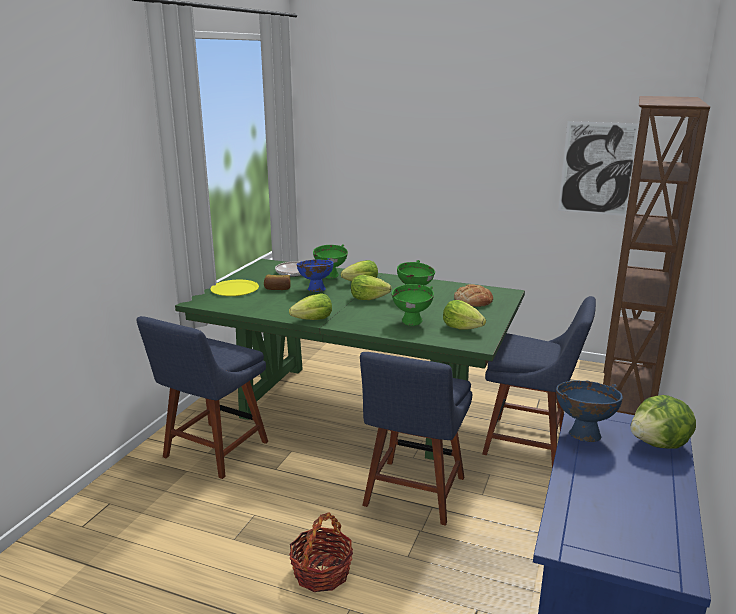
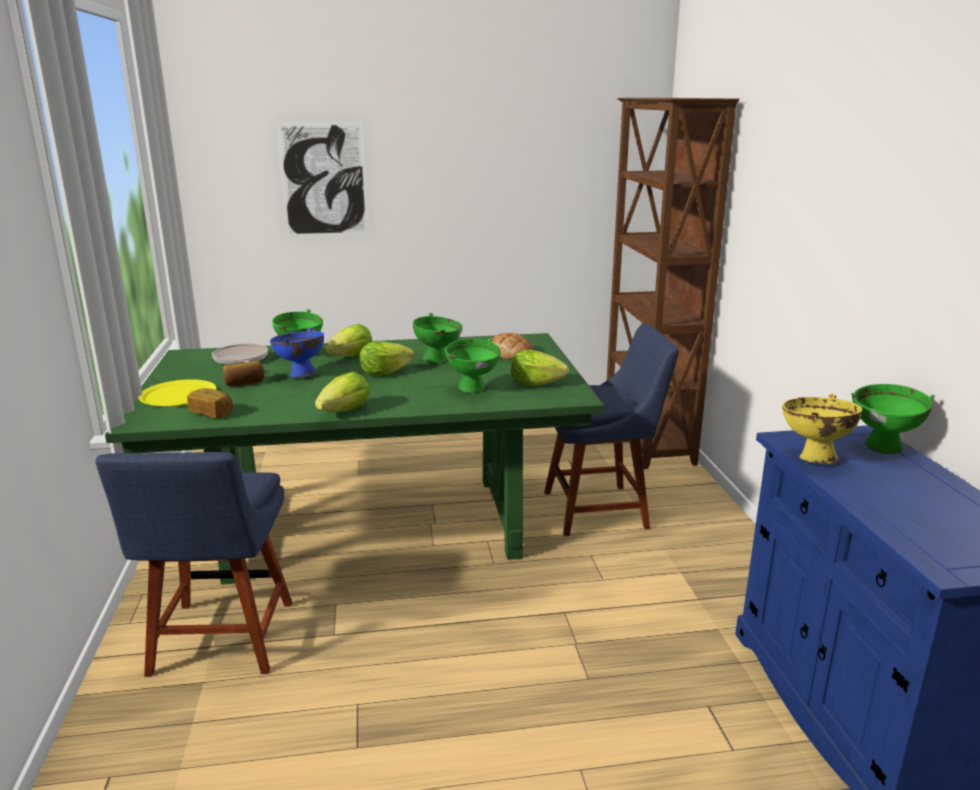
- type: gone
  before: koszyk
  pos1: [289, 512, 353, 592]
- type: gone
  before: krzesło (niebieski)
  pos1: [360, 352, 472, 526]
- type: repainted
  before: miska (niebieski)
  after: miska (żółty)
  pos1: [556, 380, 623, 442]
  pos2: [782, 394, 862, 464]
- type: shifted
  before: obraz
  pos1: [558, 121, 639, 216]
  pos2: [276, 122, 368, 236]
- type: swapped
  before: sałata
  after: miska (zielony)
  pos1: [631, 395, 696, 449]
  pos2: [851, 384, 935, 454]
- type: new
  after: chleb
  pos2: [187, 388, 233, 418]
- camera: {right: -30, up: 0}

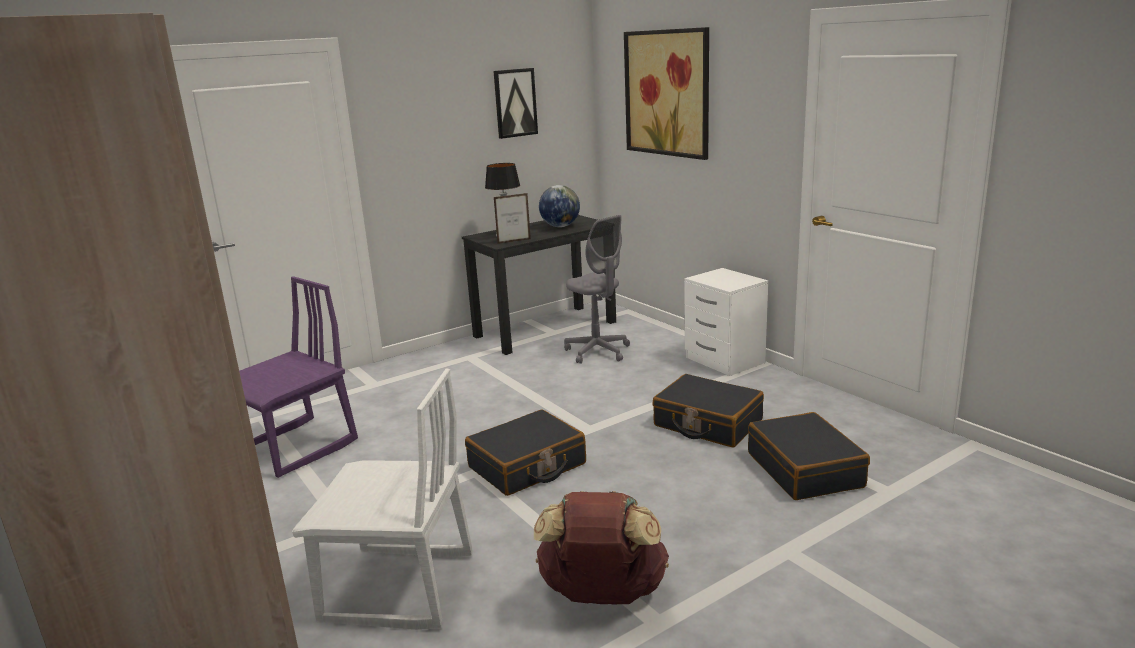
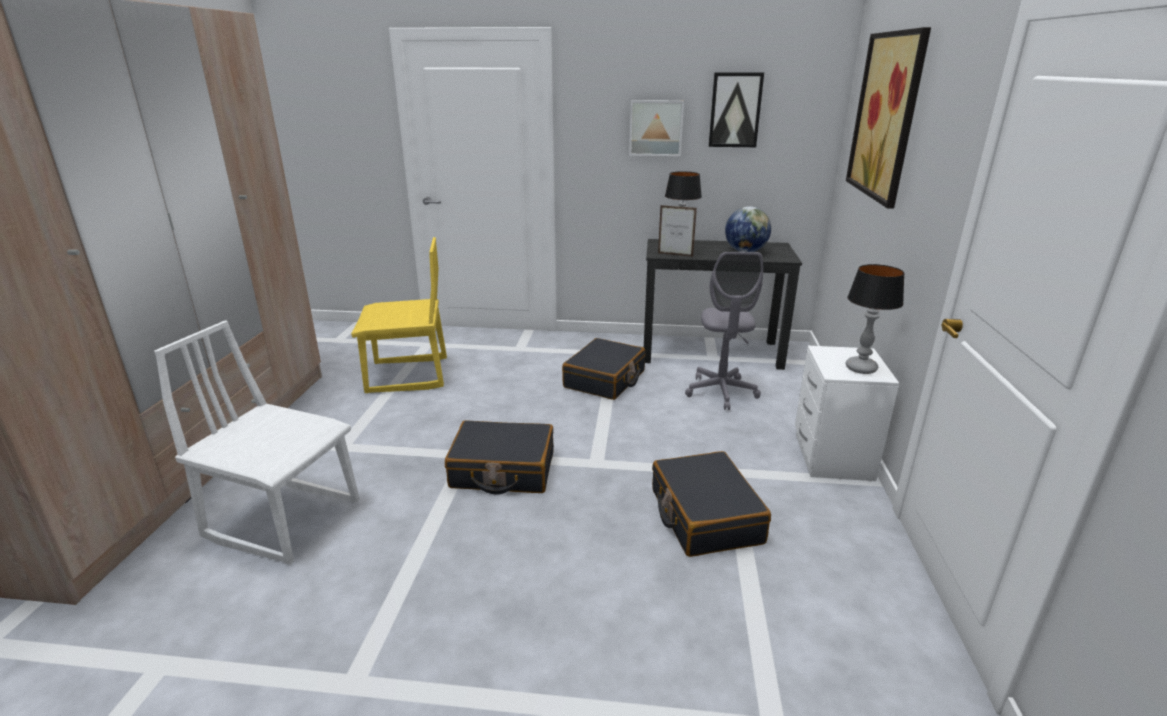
- type: repainted
  before: krzesło (fioletowy)
  after: krzesło (żółty)
  pos1: [239, 276, 358, 478]
  pos2: [351, 237, 447, 393]
- type: rotated
  before: krzesło (biały)
  pos1: [292, 368, 473, 630]
  pos2: [154, 321, 359, 565]
  turn: 150
- type: gone
  before: plecak (brązowy)
  pos1: [534, 491, 669, 604]
- type: shifted
  before: walizka (czarny)
  pos1: [748, 412, 870, 500]
  pos2: [562, 338, 645, 400]
- type: new
  after: obraz
  pos2: [629, 100, 684, 156]
- type: new
  after: lampa stołowa
  pos2: [846, 264, 904, 374]
- camera: {right: 40, up: 5}

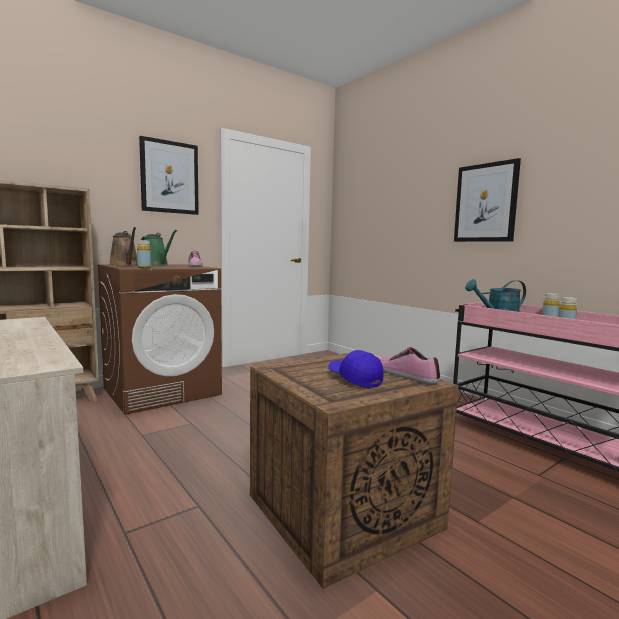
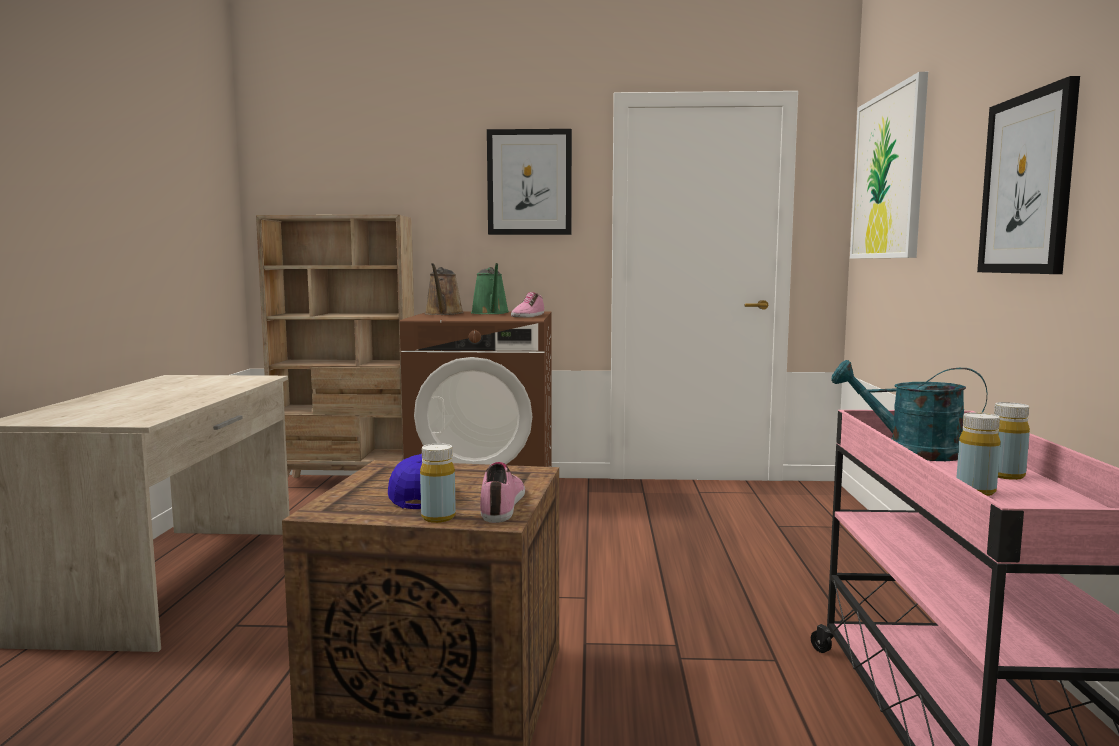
- type: shifted
  before: butelka (żółty)
  pos1: [137, 240, 151, 268]
  pos2: [420, 443, 456, 523]
- type: new
  after: obraz
  pos2: [850, 72, 928, 259]
- camera: {right: 40, up: 0}

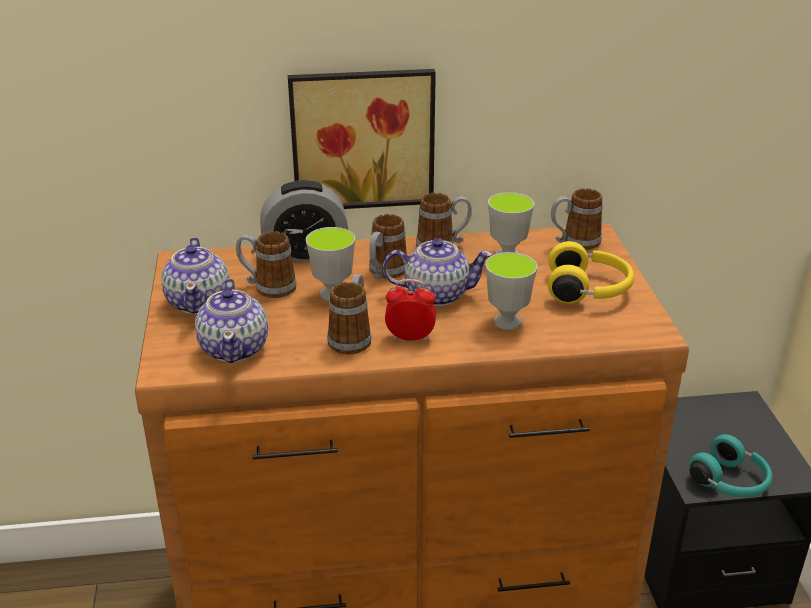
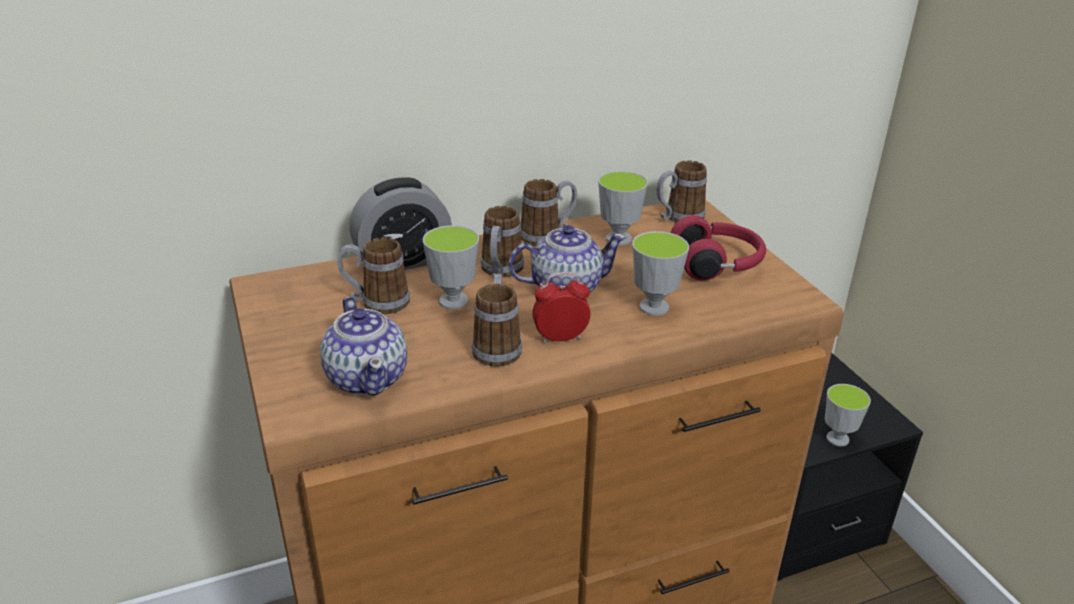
- type: gone
  before: imbryk
  pos1: [161, 237, 229, 314]
- type: gone
  before: obraz
  pos1: [288, 69, 436, 209]
- type: repainted
  before: słuchawki (żółty)
  after: słuchawki (czerwony)
  pos1: [548, 241, 634, 304]
  pos2: [671, 215, 766, 281]
- type: swapped
  before: słuchawki (turkusowy)
  after: filiżanka
  pos1: [689, 434, 773, 497]
  pos2: [825, 384, 871, 446]
- camera: {right: -15, up: 0}

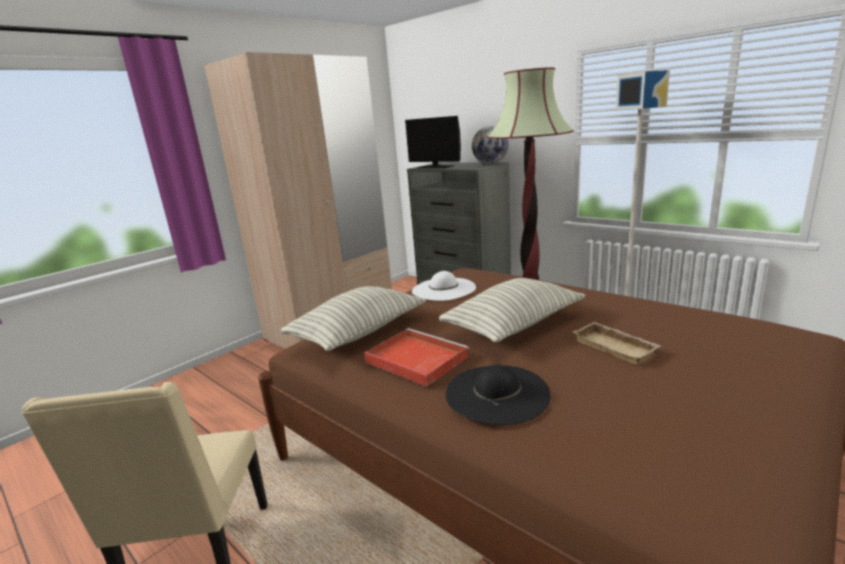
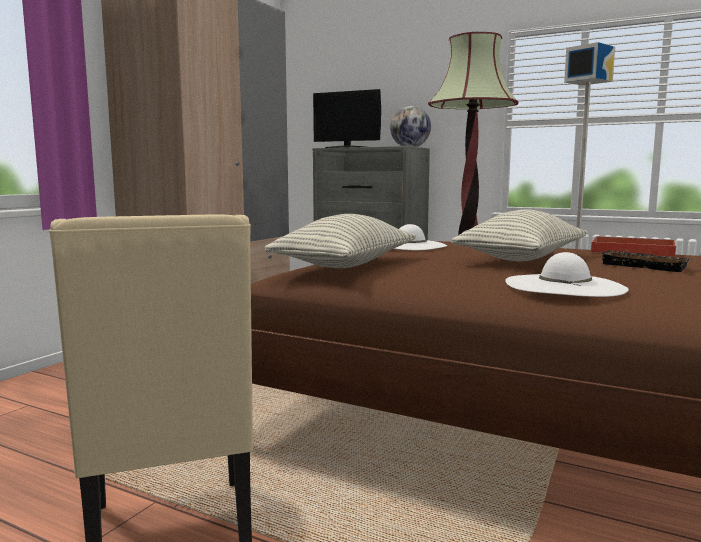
- type: shifted
  before: taca (czerwony)
  pos1: [364, 328, 469, 387]
  pos2: [591, 236, 676, 257]
- type: repainted
  before: kapelusz (czarny)
  after: kapelusz (biały)
  pos1: [446, 364, 550, 425]
  pos2: [505, 252, 629, 297]
- type: repainted
  before: taca (beżowy)
  after: taca (czarny)
  pos1: [573, 322, 661, 365]
  pos2: [601, 250, 692, 272]
- camera: {right: -15, up: -10}

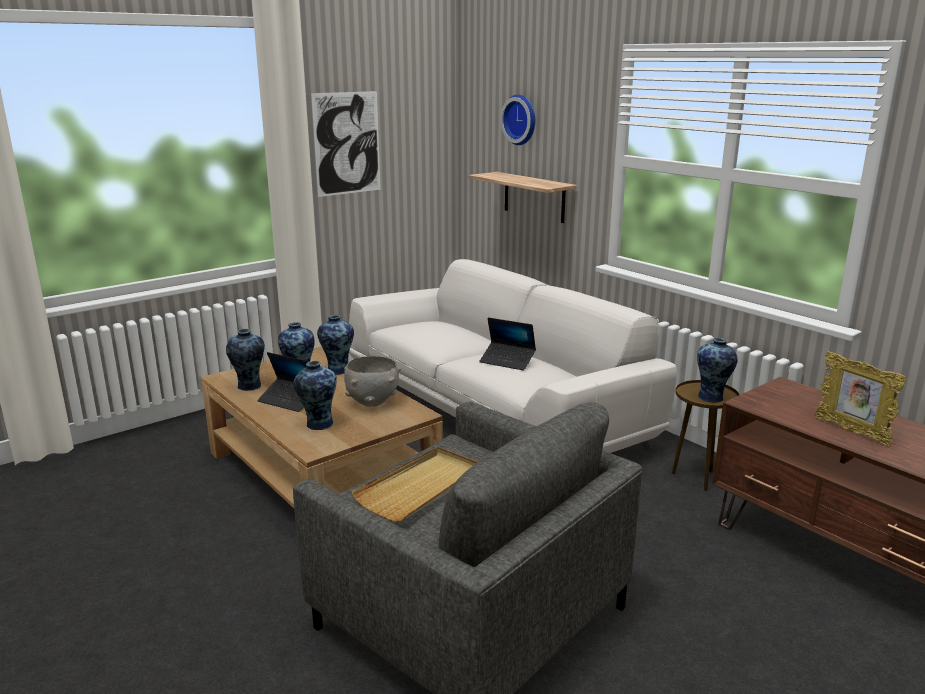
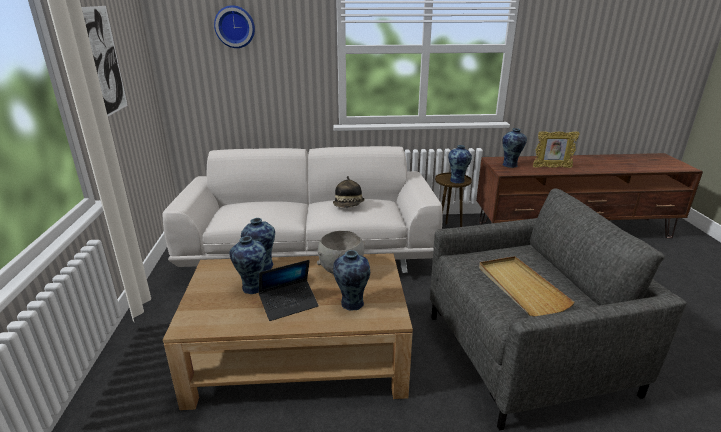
- type: shifted
  before: wazon
  pos1: [226, 329, 265, 391]
  pos2: [502, 128, 527, 168]
- type: gone
  before: półka
  pos1: [468, 172, 577, 223]
- type: swapped
  before: laptop
  after: kapelusz
  pos1: [479, 317, 536, 371]
  pos2: [333, 176, 365, 207]
- camera: {right: -55, up: 5}

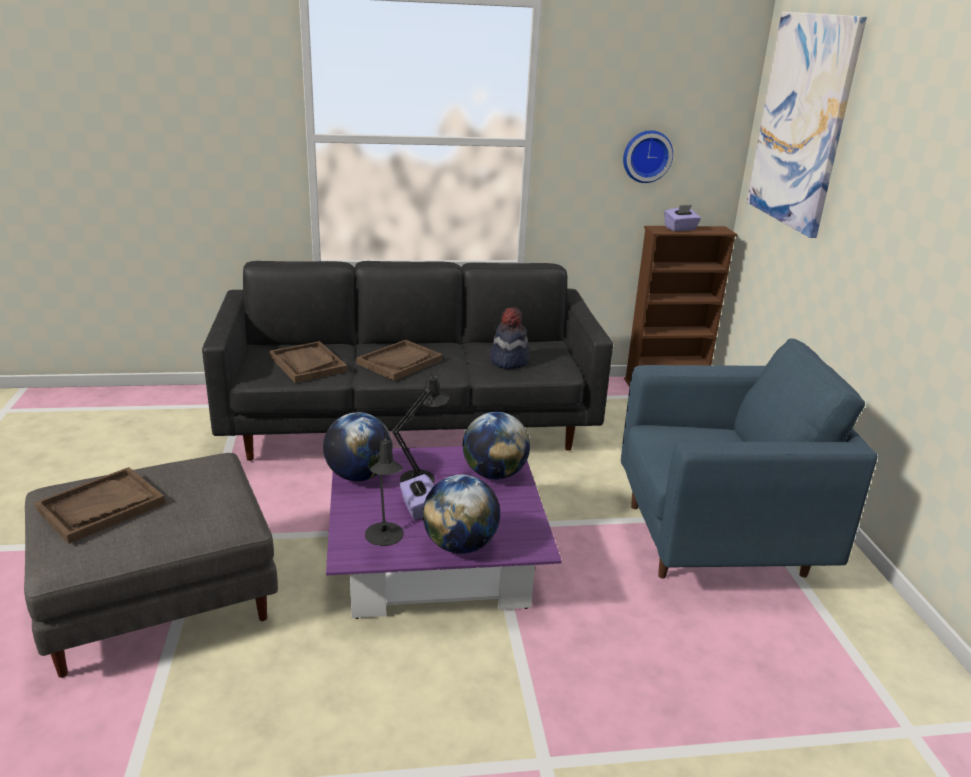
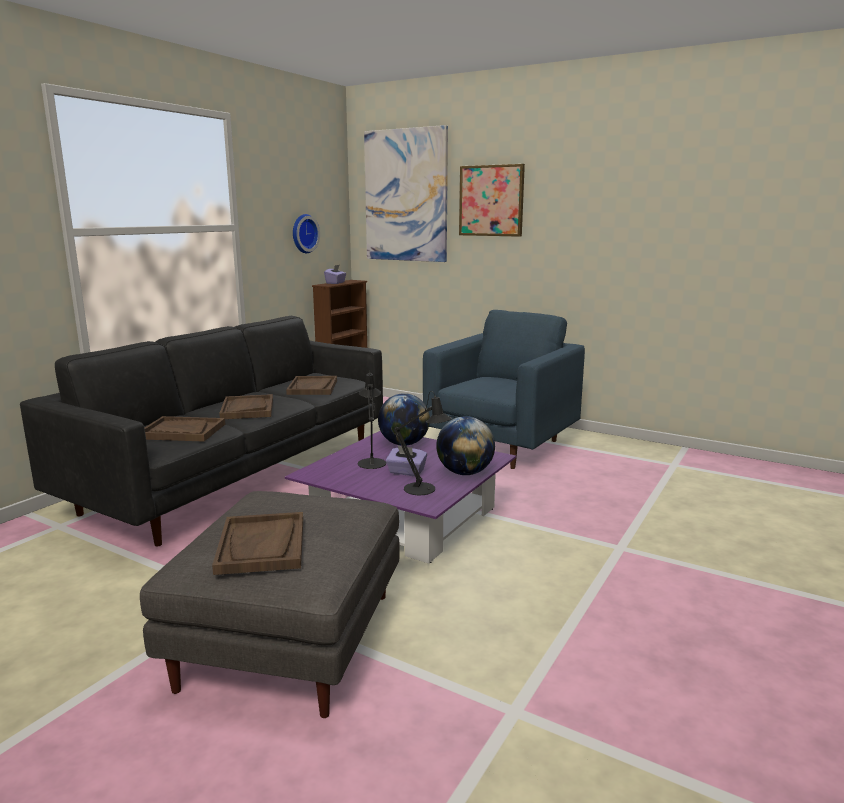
- type: gone
  before: globus
  pos1: [323, 412, 393, 481]
- type: swapped
  before: kapelusz
  after: taca (brązowy)
  pos1: [490, 307, 530, 369]
  pos2: [286, 376, 337, 395]
- type: new
  after: obraz
  pos2: [459, 164, 525, 237]
- camera: {right: -50, up: -10}

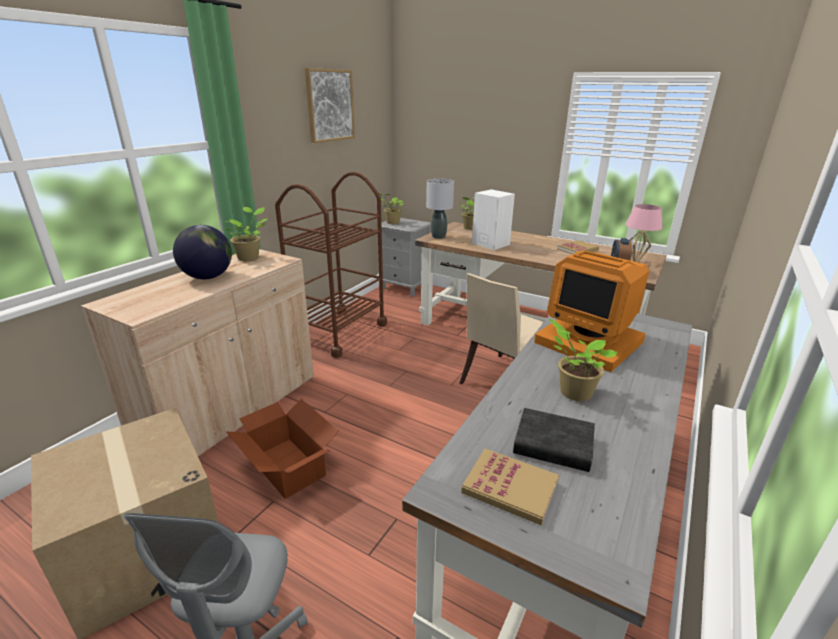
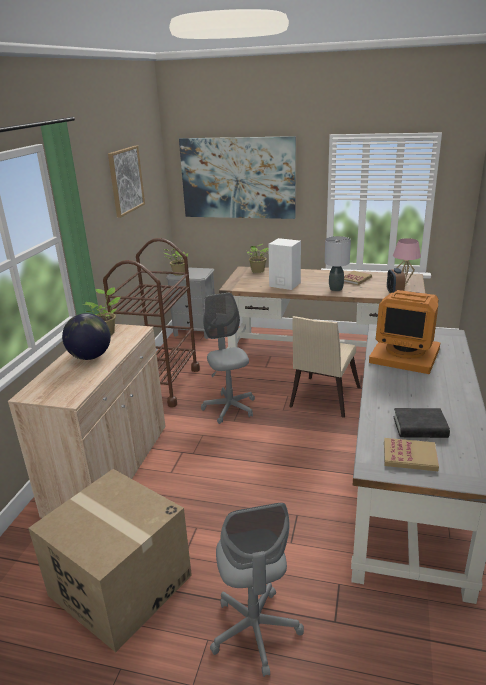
- type: gone
  before: karton
  pos1: [226, 399, 339, 499]
- type: shifted
  before: lampa stołowa (szary)
  pos1: [426, 179, 454, 239]
  pos2: [325, 236, 351, 291]
- type: gone
  before: roślina doniczkowa
  pos1: [549, 319, 618, 401]
- type: new
  after: obraz
  pos2: [179, 136, 296, 219]
- type: new
  after: krzesło biurowe (szary)
  pos2: [201, 292, 255, 424]
- camera: {right: -15, up: 0}

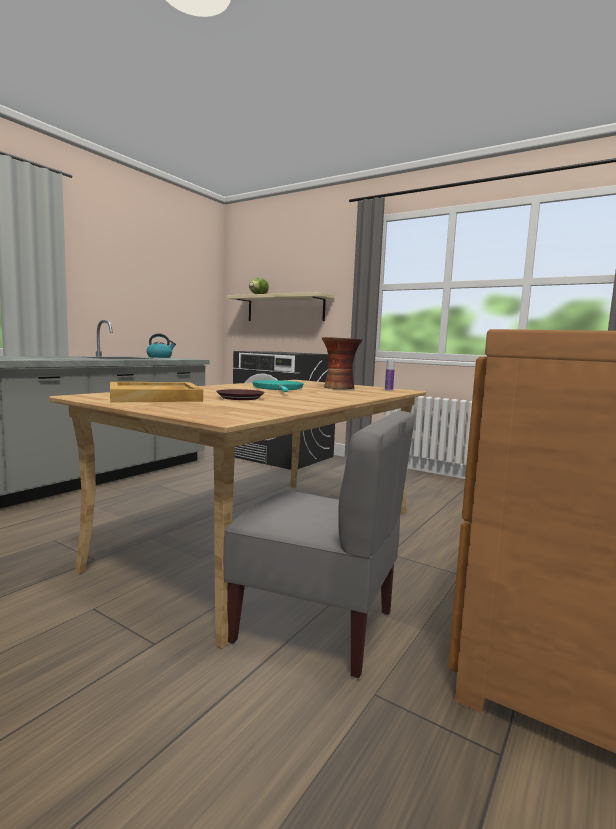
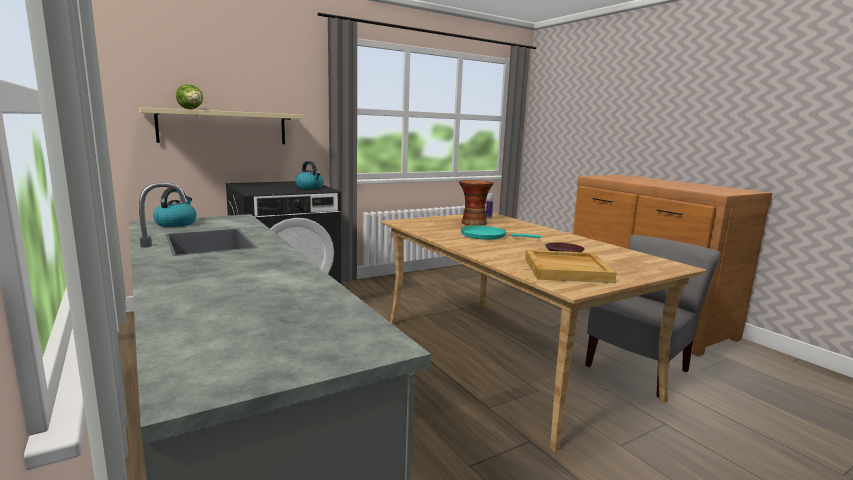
- type: new
  after: czajnik
  pos2: [295, 161, 324, 189]
- camera: {right: -65, up: 5}

